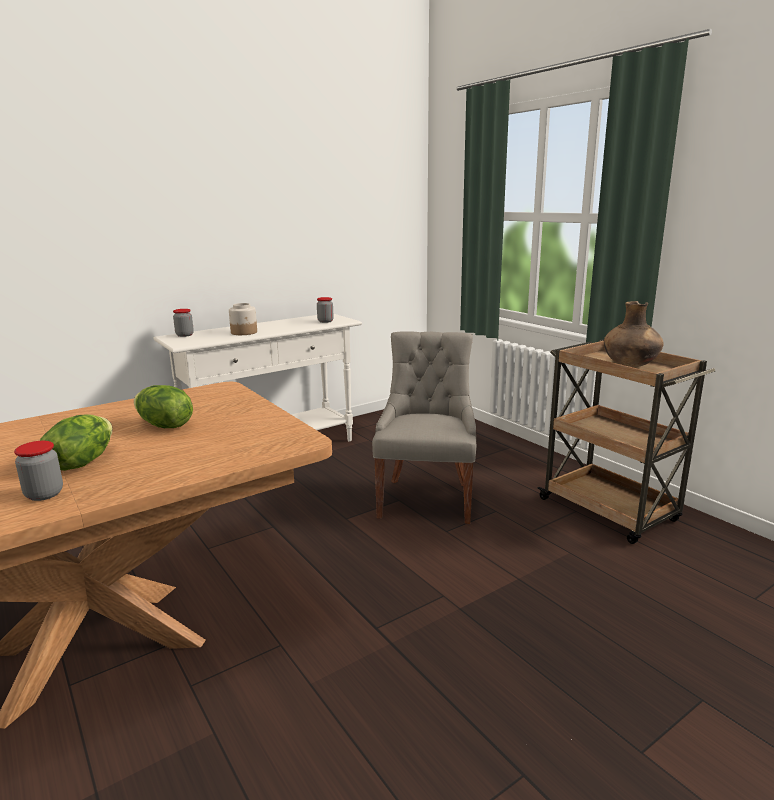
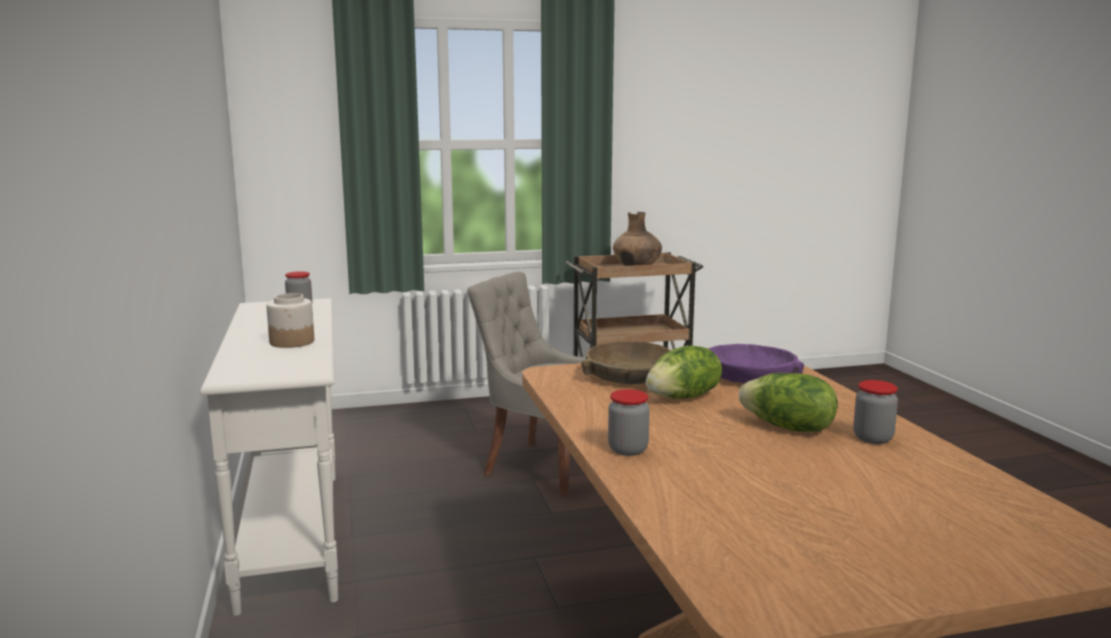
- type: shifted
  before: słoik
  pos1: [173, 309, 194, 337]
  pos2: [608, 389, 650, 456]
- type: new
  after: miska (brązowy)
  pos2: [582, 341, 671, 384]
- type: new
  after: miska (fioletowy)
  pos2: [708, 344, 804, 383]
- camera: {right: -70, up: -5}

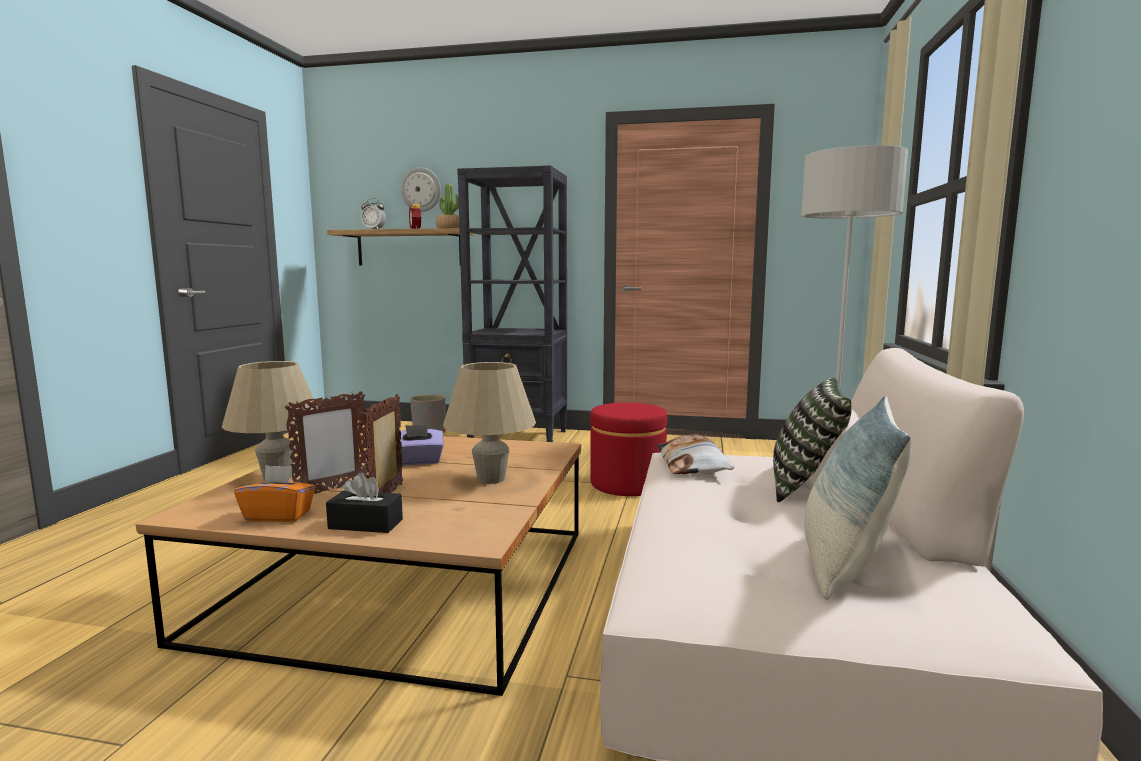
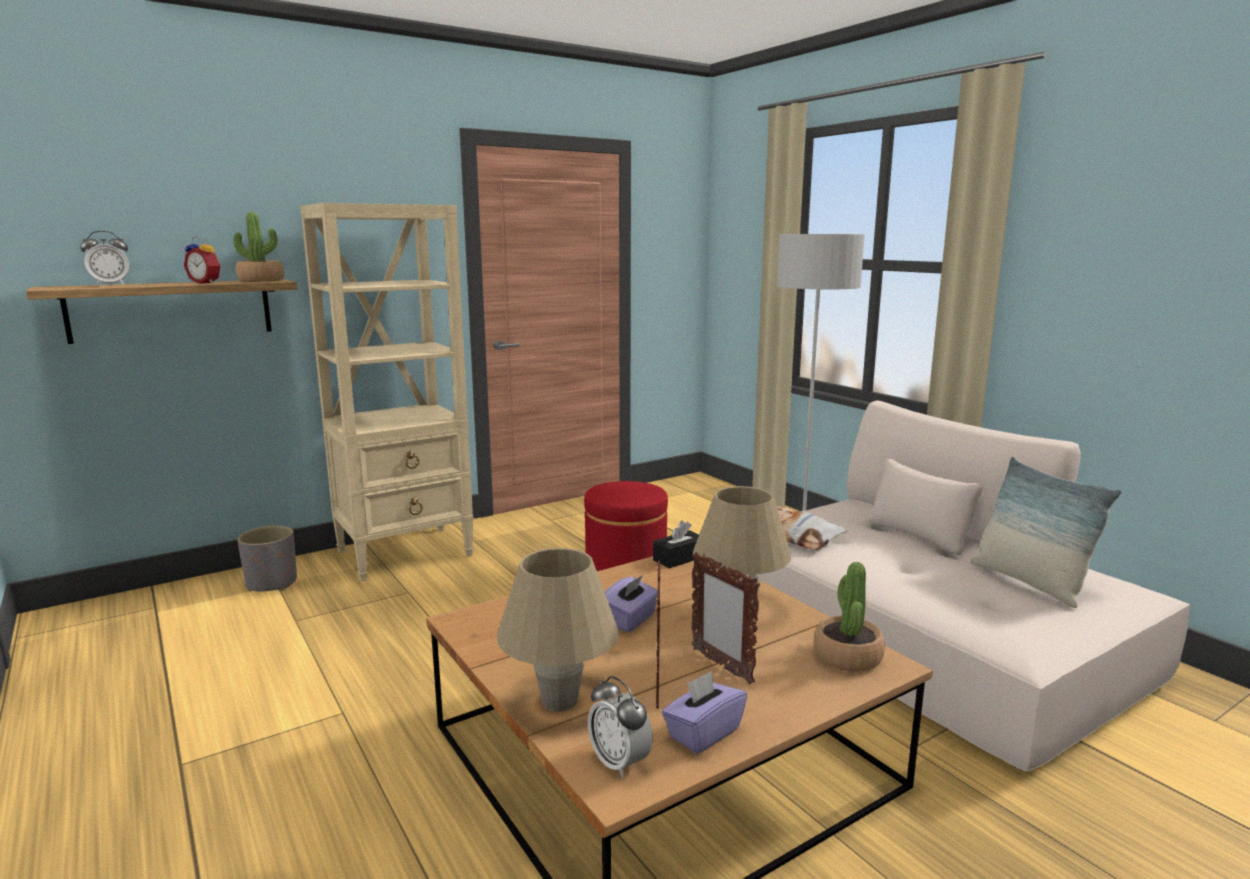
- type: repainted
  before: pudełko chusteczek (pomarańczowy)
  after: pudełko chusteczek (fioletowy)
  pos1: [234, 465, 316, 522]
  pos2: [662, 671, 747, 754]
- type: shifted
  before: pudełko chusteczek (czarny)
  pos1: [326, 472, 403, 533]
  pos2: [653, 520, 699, 568]
- type: gone
  before: zegar ścienny
  pos1: [401, 167, 441, 212]
- type: repainted
  before: regał (czarny)
  after: regał (beżowy)
  pos1: [457, 165, 567, 442]
  pos2: [300, 203, 474, 582]
- type: gone
  before: poduszka
  pos1: [773, 378, 852, 503]
- type: new
  after: budzik
  pos2: [588, 676, 653, 778]
- type: new
  after: roślina doniczkowa
  pos2: [814, 562, 885, 672]
- camera: {right: -45, up: 5}

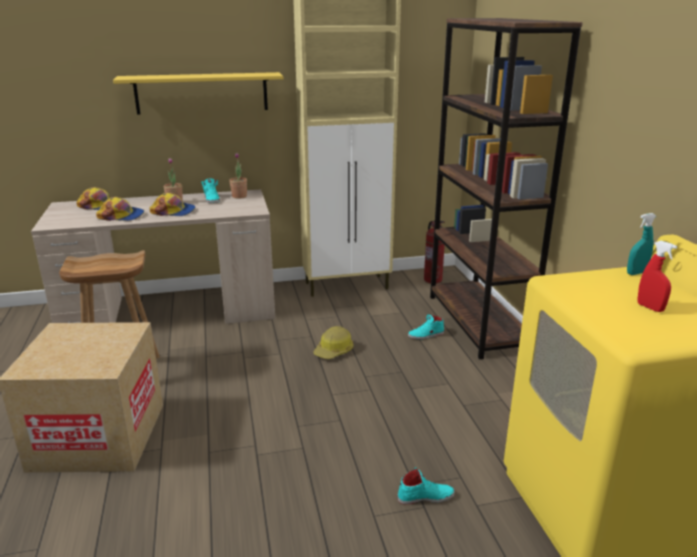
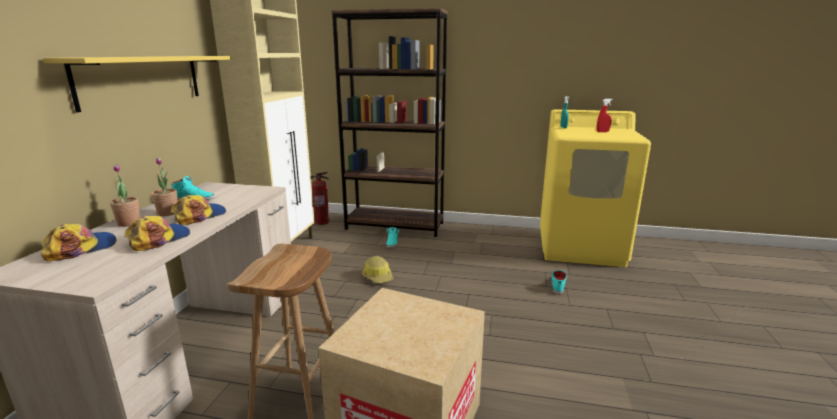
- type: shifted
  before: roślina doniczkowa
  pos1: [229, 153, 247, 199]
  pos2: [110, 164, 140, 227]
- camera: {right: -65, up: -5}

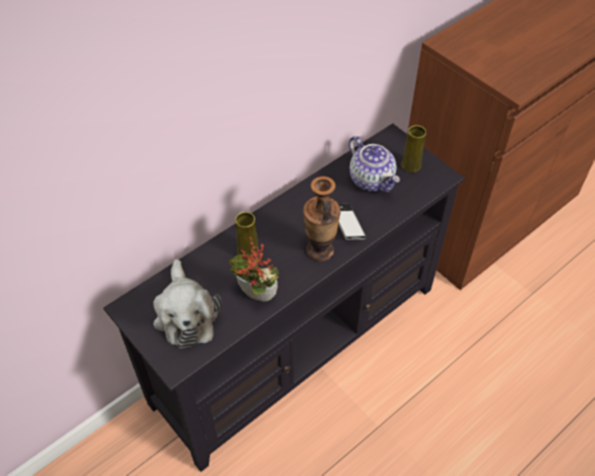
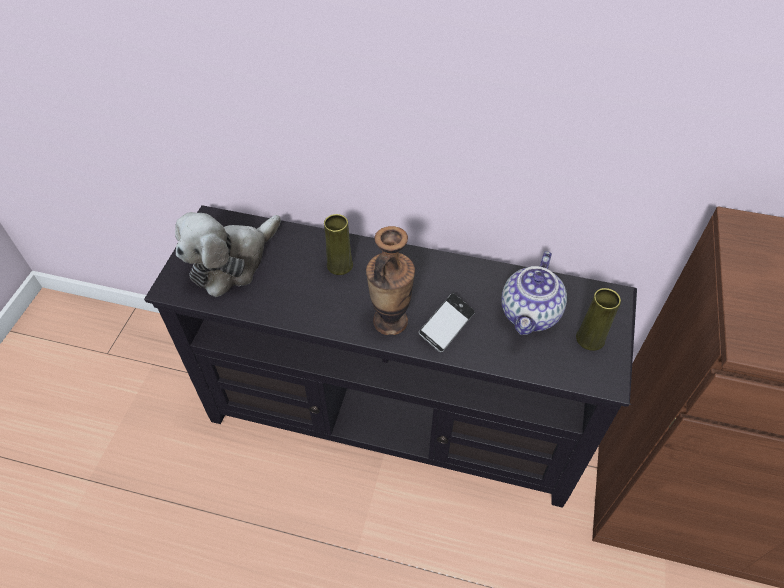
- type: gone
  before: roślina doniczkowa
  pos1: [229, 237, 279, 302]
- camera: {right: 55, up: 0}

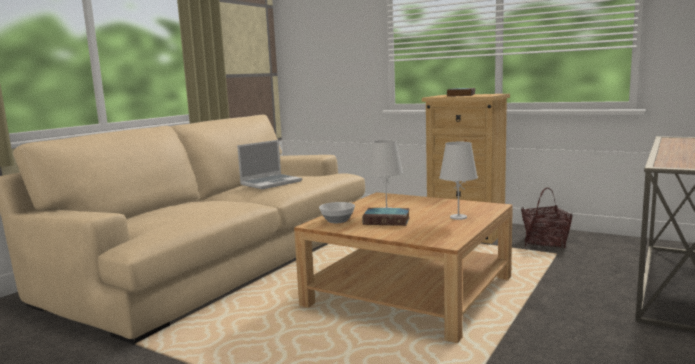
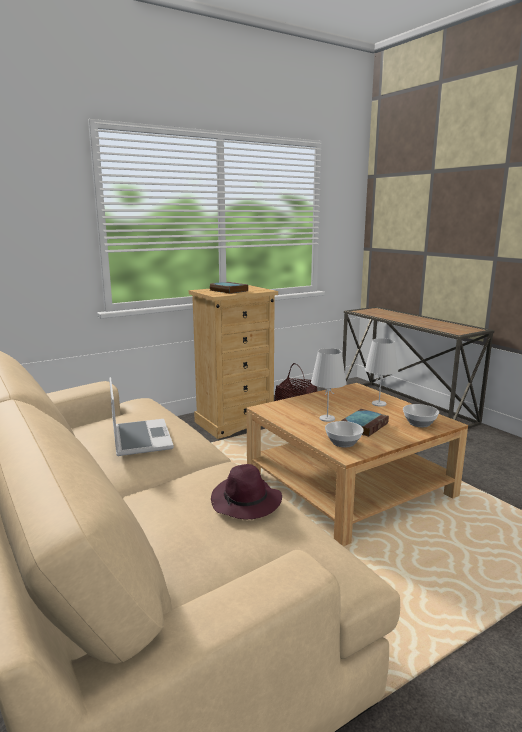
- type: new
  after: kapelusz (fioletowy)
  pos2: [211, 464, 282, 519]
- type: new
  after: miska
  pos2: [403, 404, 439, 427]
- camera: {right: -65, up: 5}

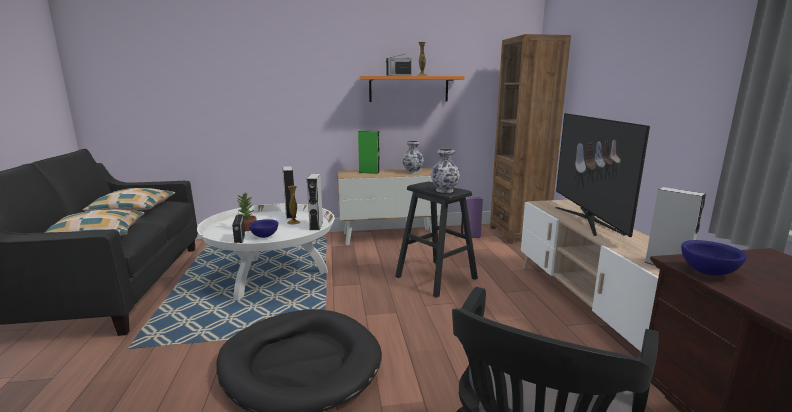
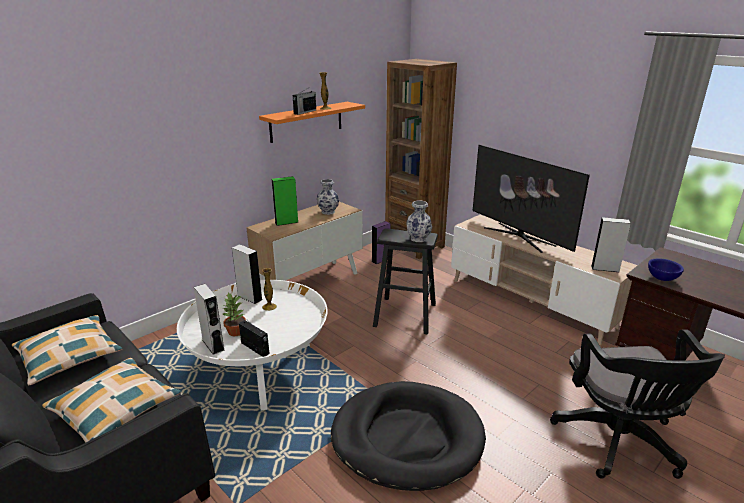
- type: gone
  before: miska (niebieski)
  pos1: [249, 219, 278, 238]
- type: shifted
  before: głośnik (szary)
  pos1: [307, 174, 323, 230]
  pos2: [194, 284, 225, 355]
- camera: {right: -35, up: 10}

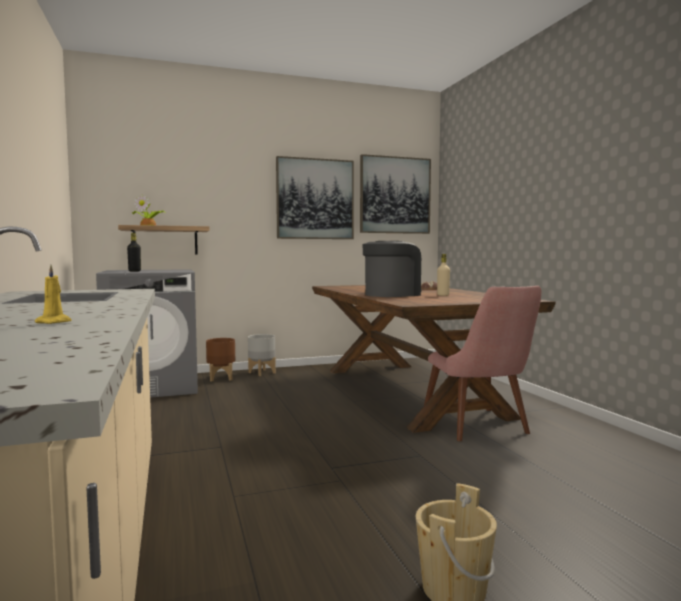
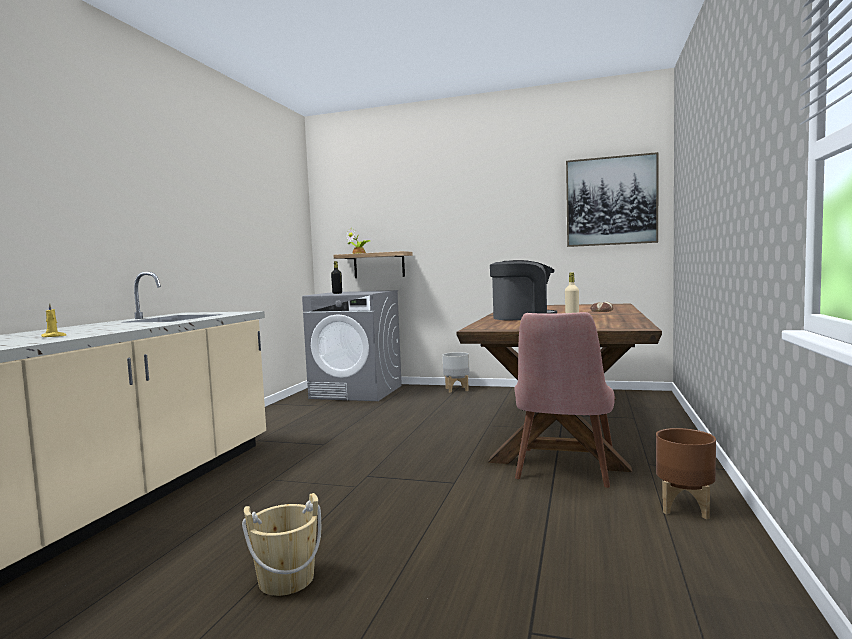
- type: shifted
  before: donica (brązowy)
  pos1: [206, 338, 235, 382]
  pos2: [656, 428, 716, 519]
- type: gone
  before: obraz
  pos1: [276, 156, 354, 239]
- camera: {right: 35, up: 0}

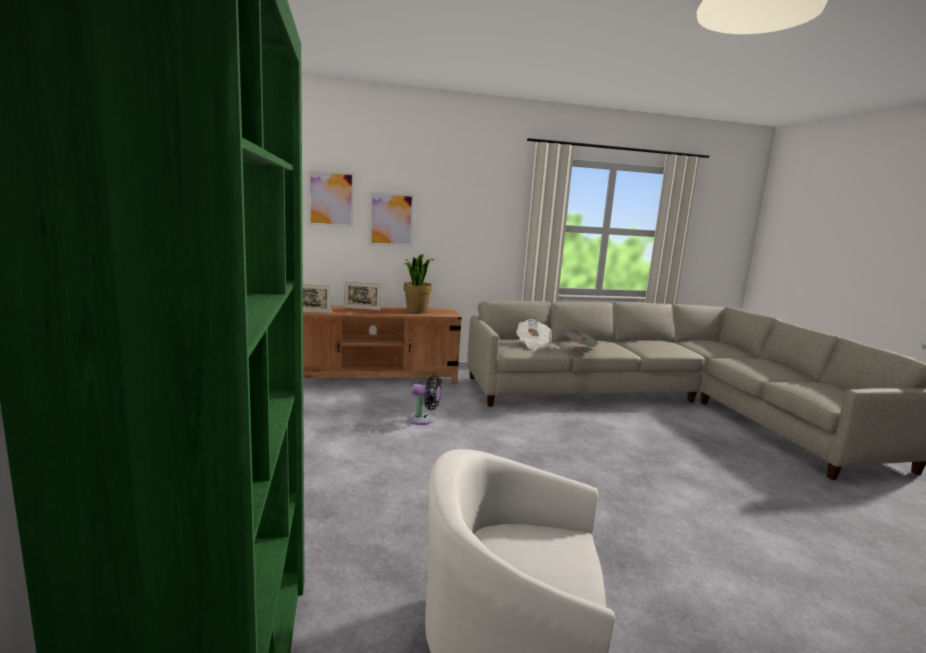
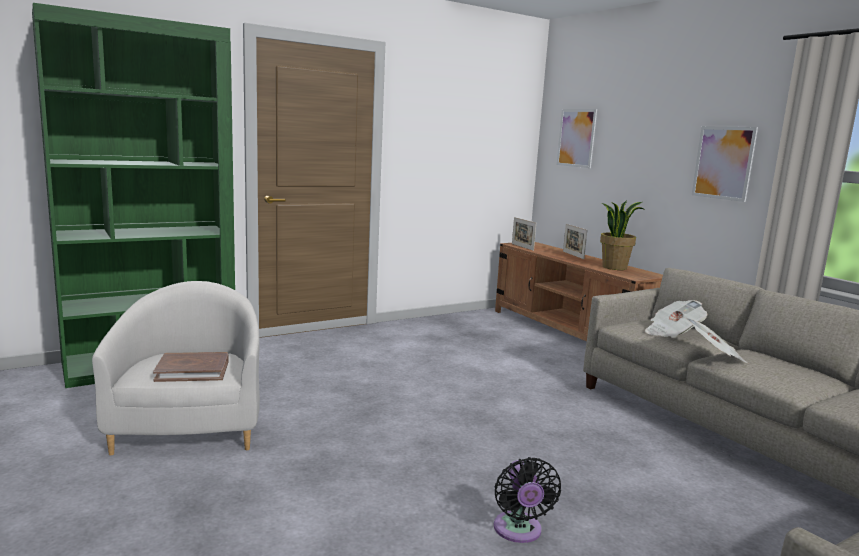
- type: shifted
  before: obraz
  pos1: [369, 191, 415, 247]
  pos2: [692, 126, 758, 202]
- type: shifted
  before: wentylator (czarny)
  pos1: [408, 375, 442, 425]
  pos2: [494, 457, 561, 543]
- type: new
  after: książka (brązowy)
  pos2: [153, 352, 229, 382]
- camera: {right: 70, up: 0}

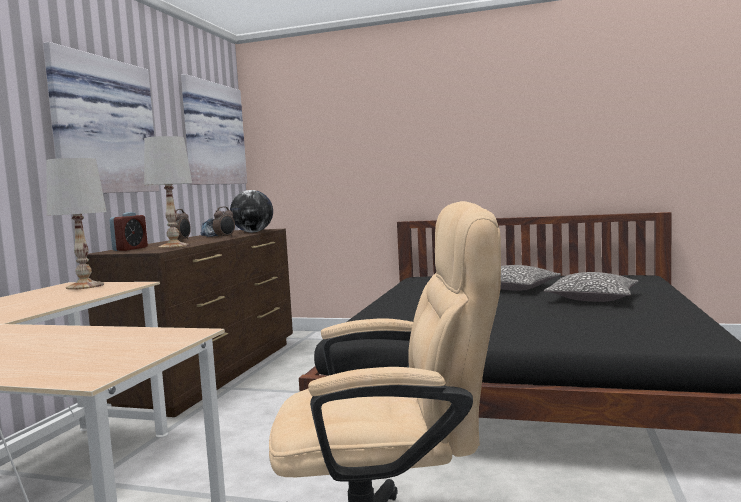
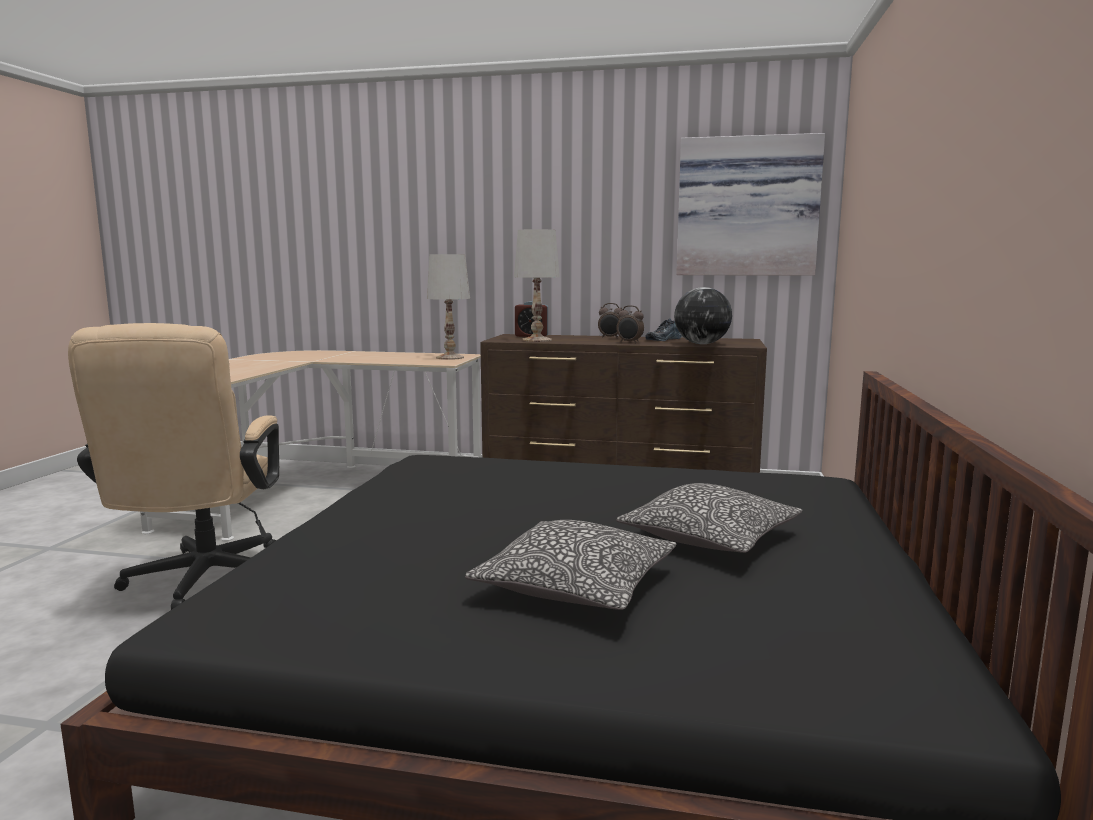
- type: gone
  before: obraz
  pos1: [43, 42, 159, 193]
- camera: {right: 85, up: 5}

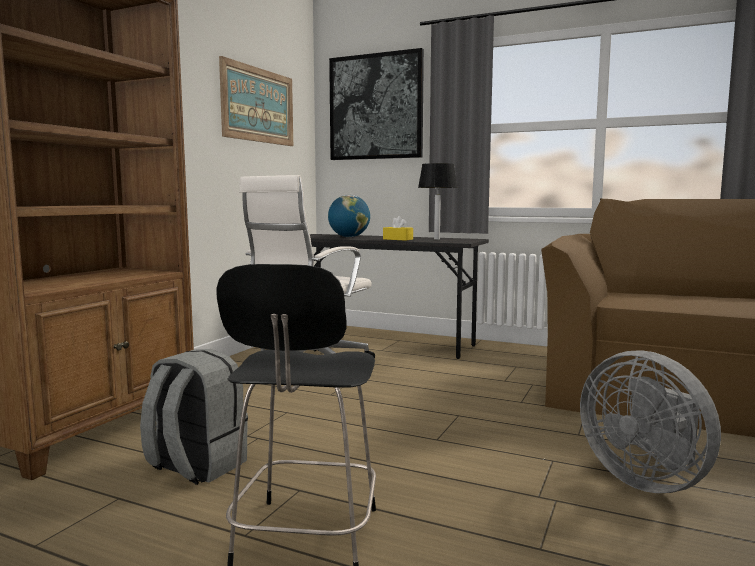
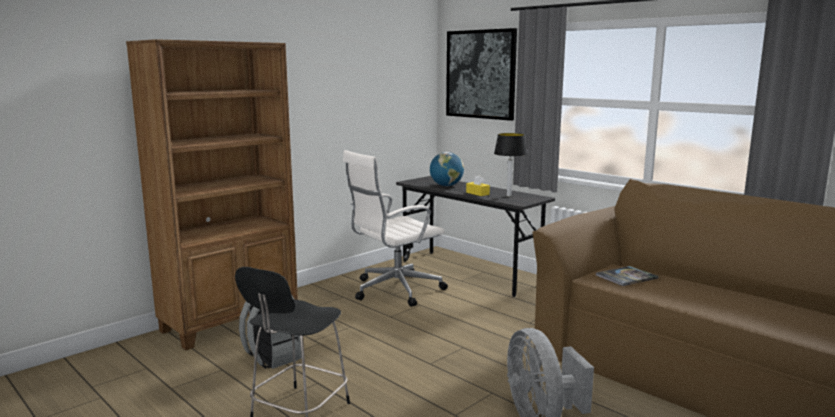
- type: gone
  before: obraz
  pos1: [219, 56, 293, 146]
- type: new
  after: książka
  pos2: [596, 266, 658, 286]
- camera: {right: 20, up: 5}

